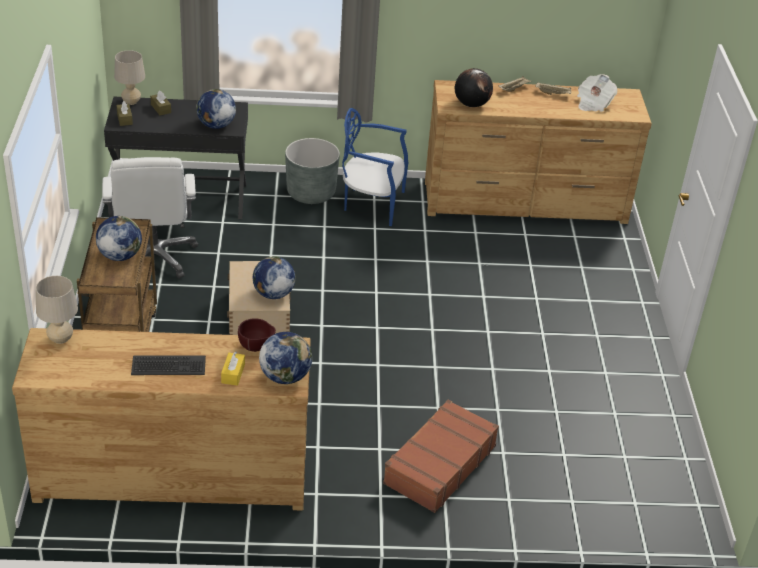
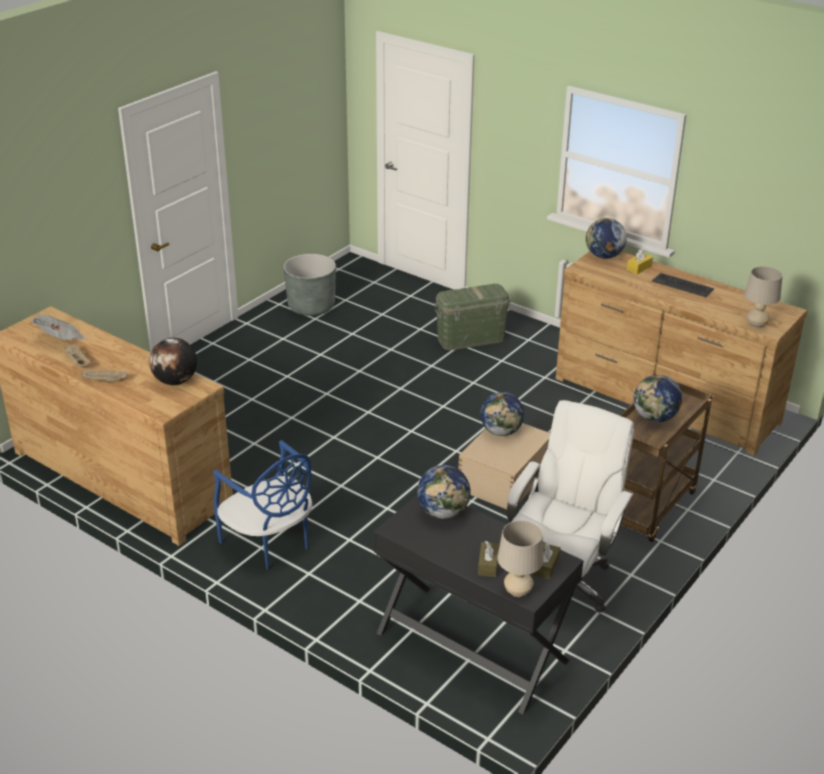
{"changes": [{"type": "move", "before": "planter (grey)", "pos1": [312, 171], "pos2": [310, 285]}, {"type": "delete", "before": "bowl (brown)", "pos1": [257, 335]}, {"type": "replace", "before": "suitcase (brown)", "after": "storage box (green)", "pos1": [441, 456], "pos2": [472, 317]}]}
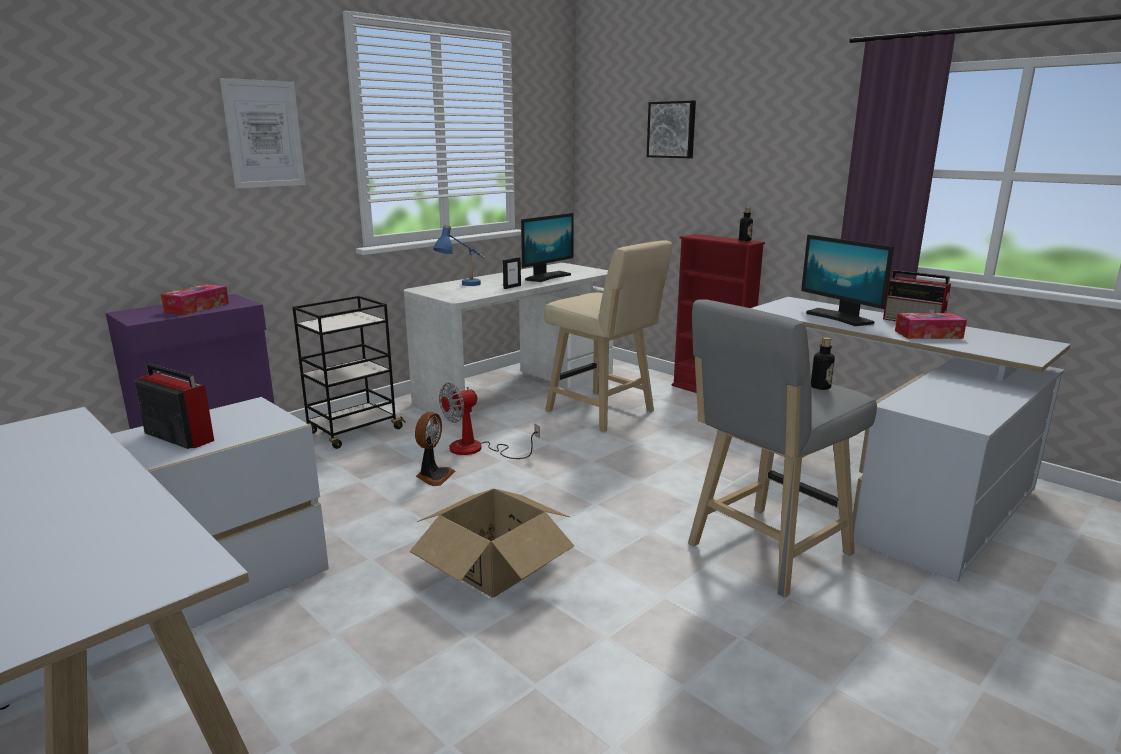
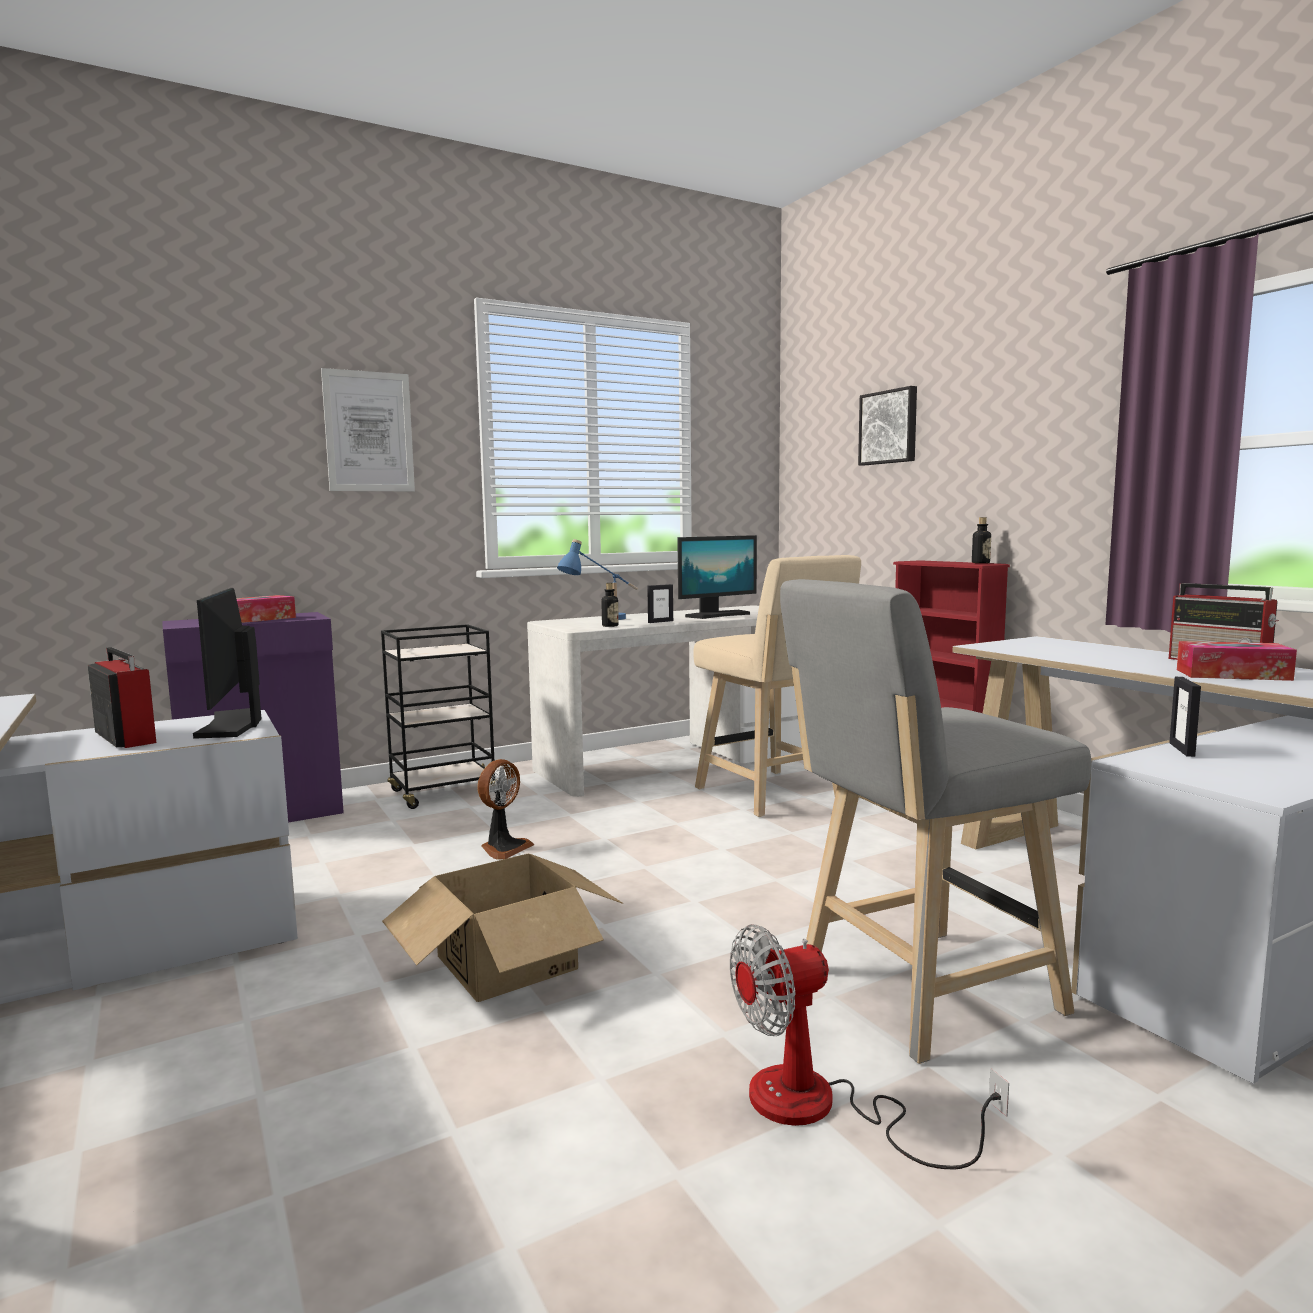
{"changes": [{"type": "move", "before": "monitor", "pos1": [847, 280], "pos2": [227, 663]}, {"type": "move", "before": "bottle", "pos1": [823, 363], "pos2": [610, 605]}, {"type": "move", "before": "fan", "pos1": [489, 421], "pos2": [869, 1046]}, {"type": "insert", "after": "picture frame", "pos2": [1185, 717]}]}
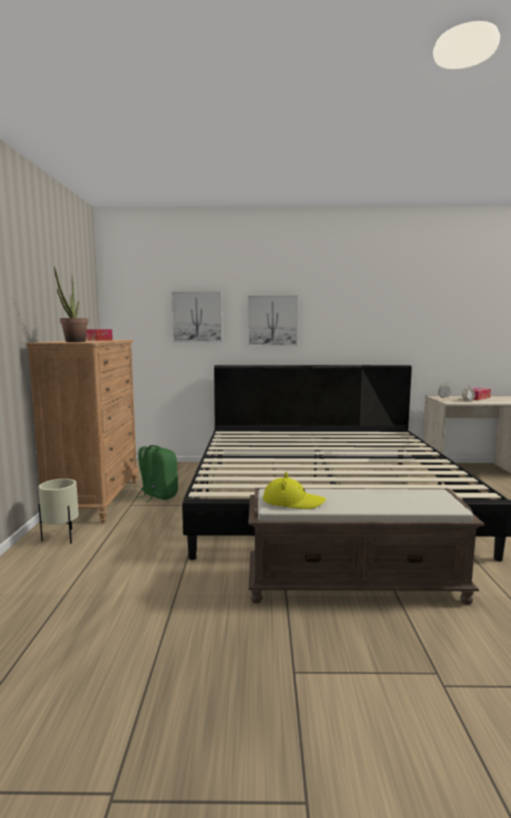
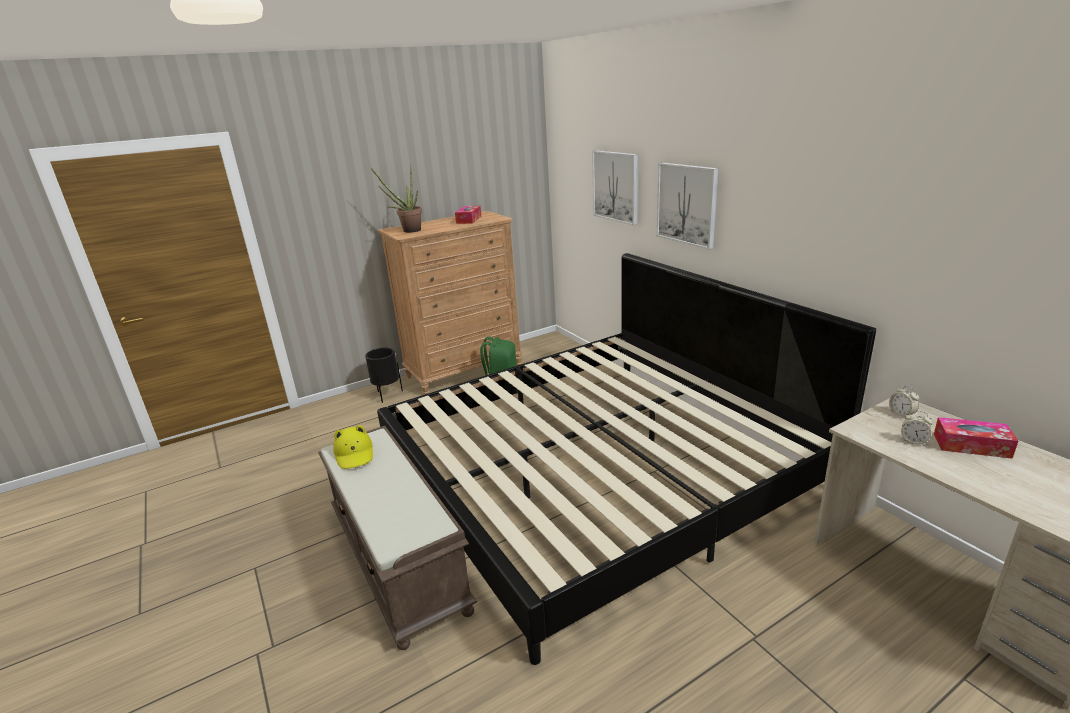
{"changes": [{"type": "recolor", "before": "planter (beige)", "after": "planter (black)", "pos1": [58, 511], "pos2": [384, 375]}]}
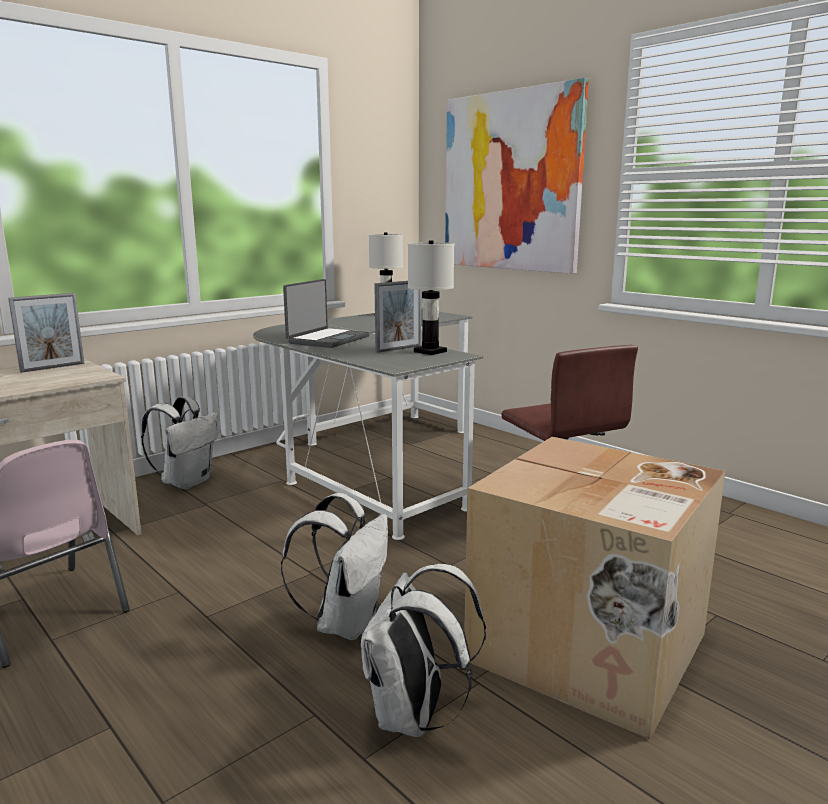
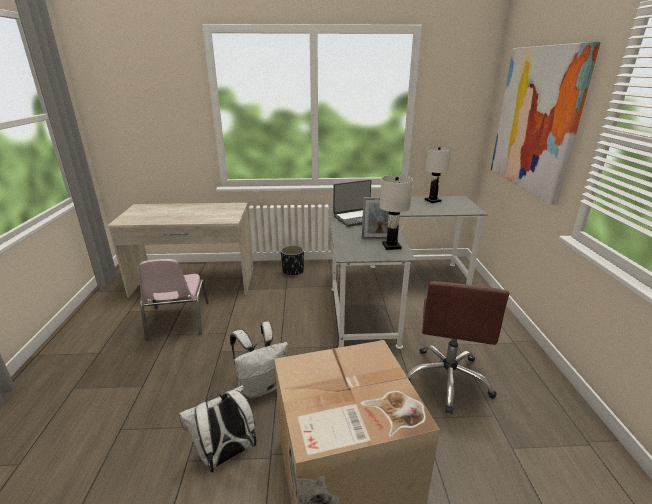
{"changes": [{"type": "delete", "before": "picture frame", "pos1": [46, 333]}, {"type": "replace", "before": "backpack (white)", "after": "planter (black)", "pos1": [180, 442], "pos2": [292, 260]}]}
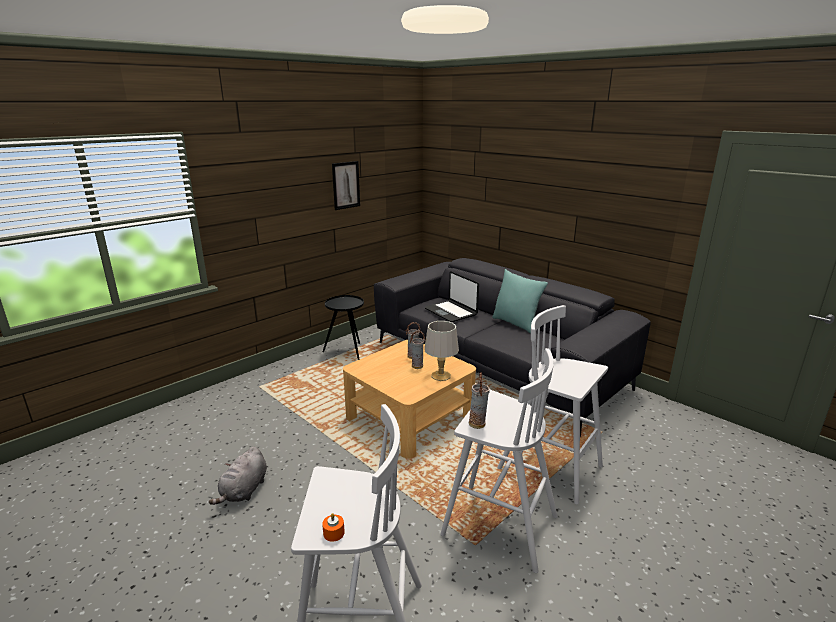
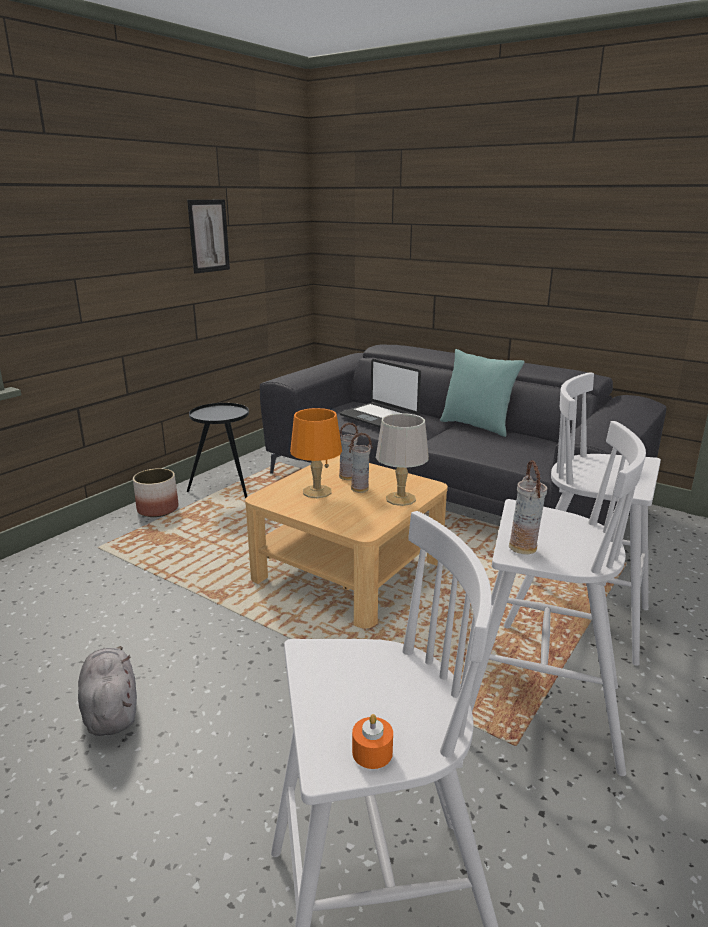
{"changes": [{"type": "rotate", "before": "plush toy (grey)", "pos1": [238, 476], "pos2": [107, 691], "turn": 150}, {"type": "insert", "after": "table lamp (orange)", "pos2": [316, 453]}, {"type": "insert", "after": "planter", "pos2": [155, 492]}]}
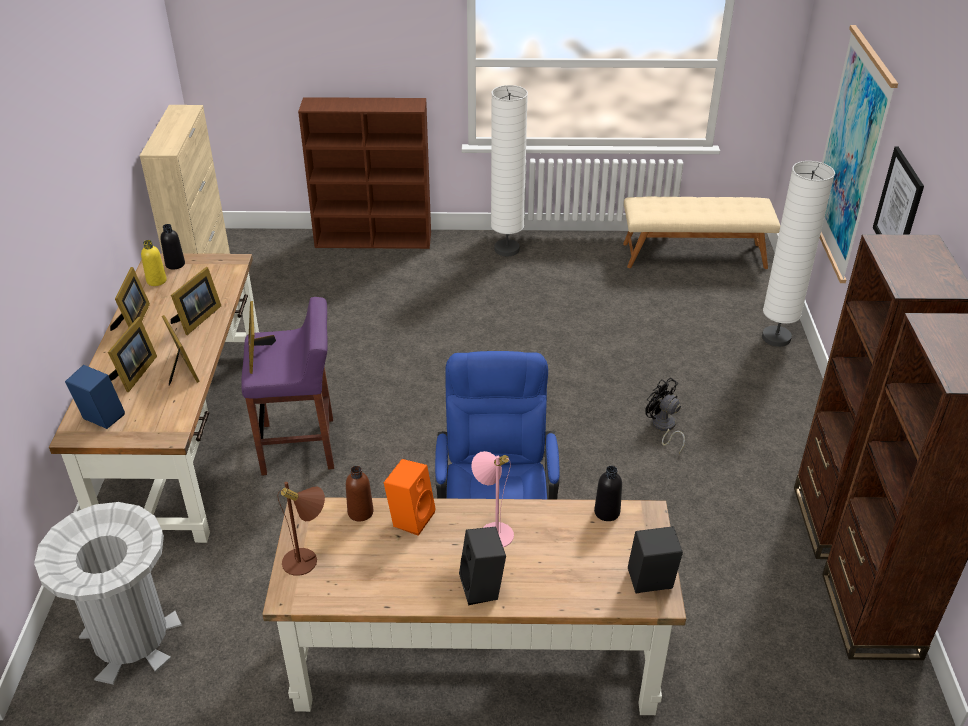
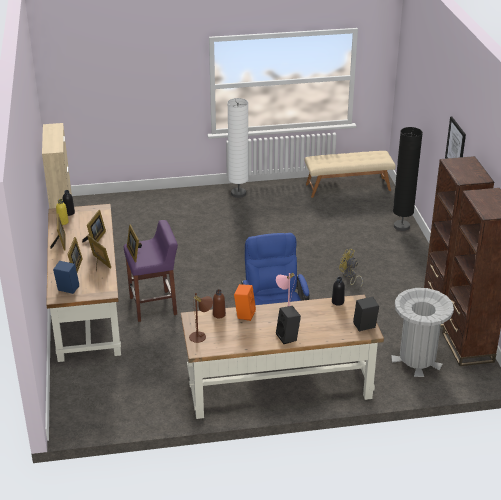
{"changes": [{"type": "delete", "before": "picture", "pos1": [859, 154]}, {"type": "delete", "before": "bookcase (brown)", "pos1": [364, 173]}, {"type": "recolor", "before": "floor lamp (white)", "after": "floor lamp (black)", "pos1": [798, 254], "pos2": [408, 179]}, {"type": "recolor", "before": "fan (black)", "after": "fan (yellow)", "pos1": [665, 415], "pos2": [351, 268]}, {"type": "move", "before": "trash can (grey)", "pos1": [108, 593], "pos2": [422, 332]}]}
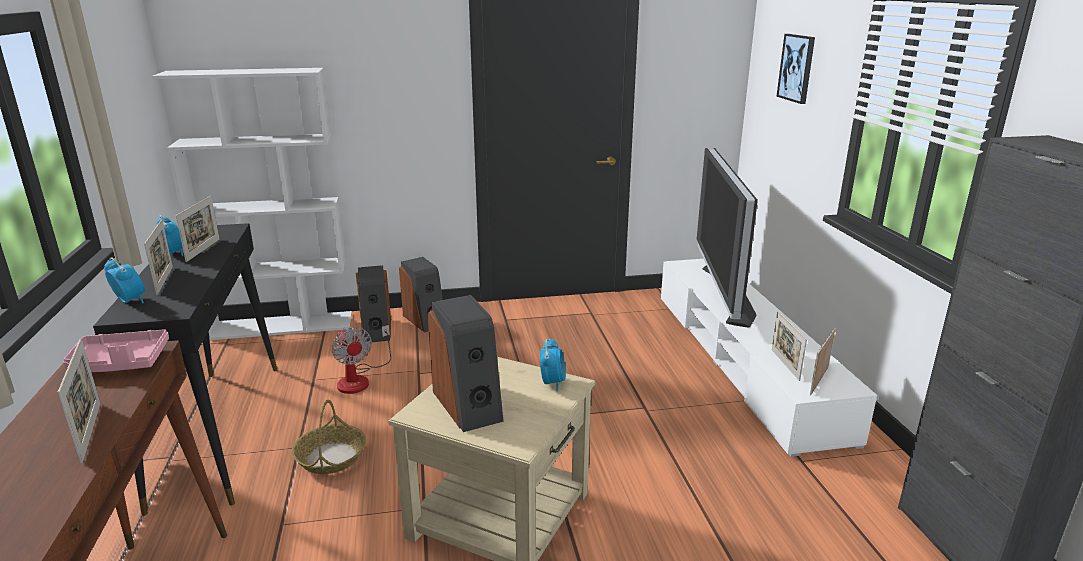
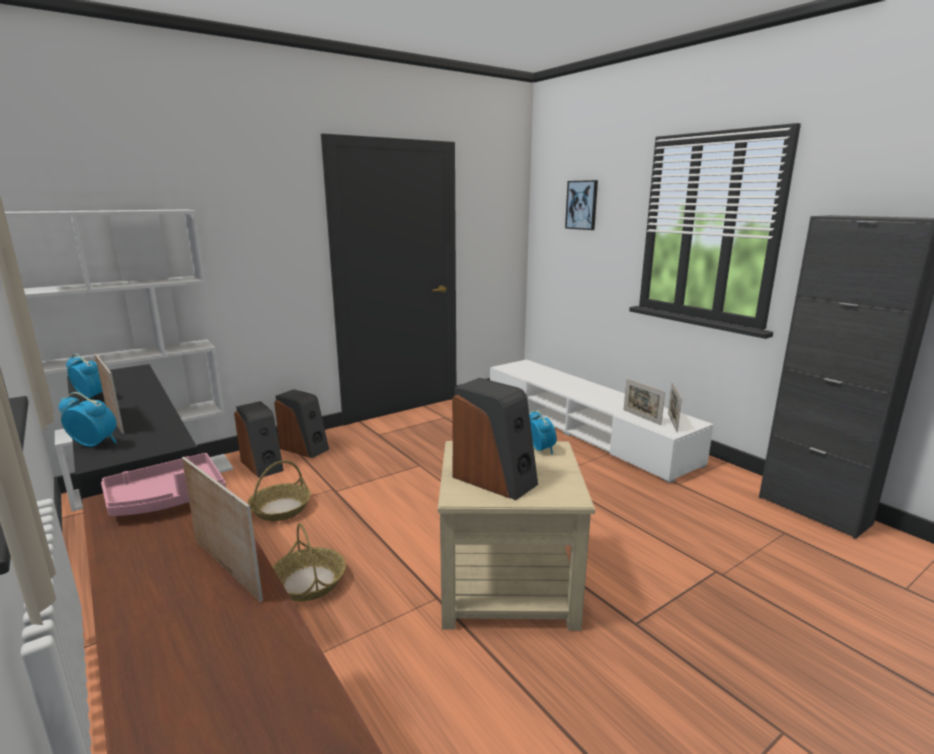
{"changes": [{"type": "delete", "before": "television", "pos1": [727, 237]}, {"type": "delete", "before": "picture frame", "pos1": [197, 229]}, {"type": "replace", "before": "fan", "after": "basket", "pos1": [361, 359], "pos2": [279, 490]}]}
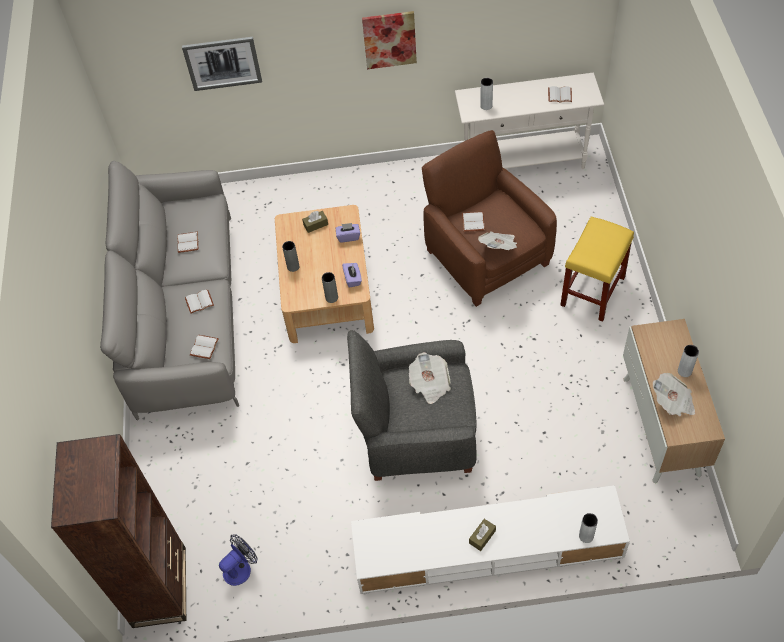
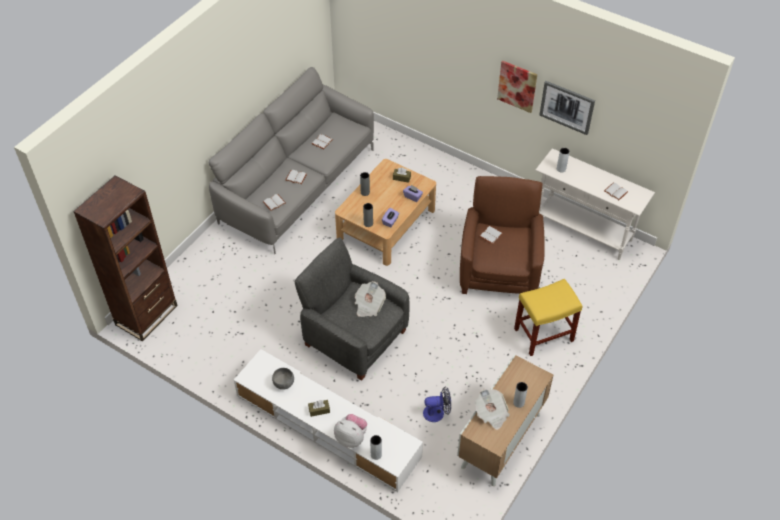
{"changes": [{"type": "move", "before": "picture", "pos1": [222, 64], "pos2": [567, 108]}, {"type": "delete", "before": "newspaper", "pos1": [497, 240]}, {"type": "move", "before": "fan", "pos1": [238, 560], "pos2": [437, 404]}, {"type": "insert", "after": "bowl (grey)", "pos2": [283, 379]}, {"type": "insert", "after": "plush toy", "pos2": [350, 431]}]}
